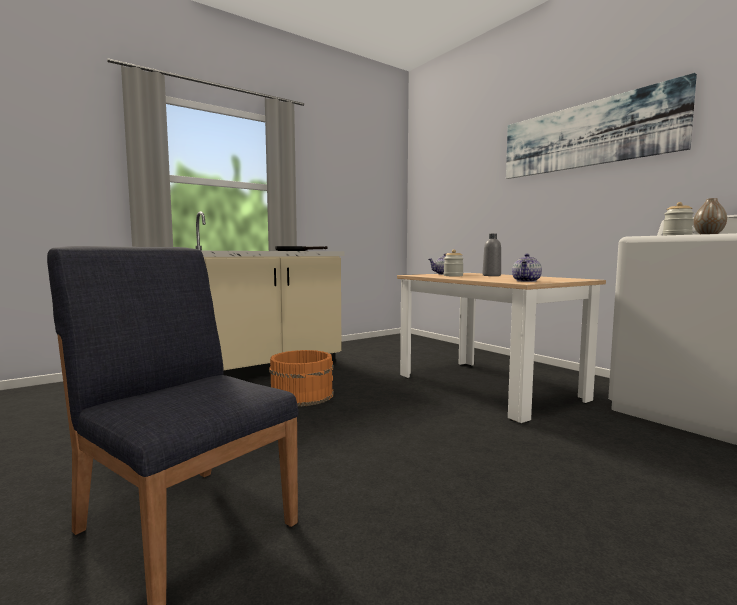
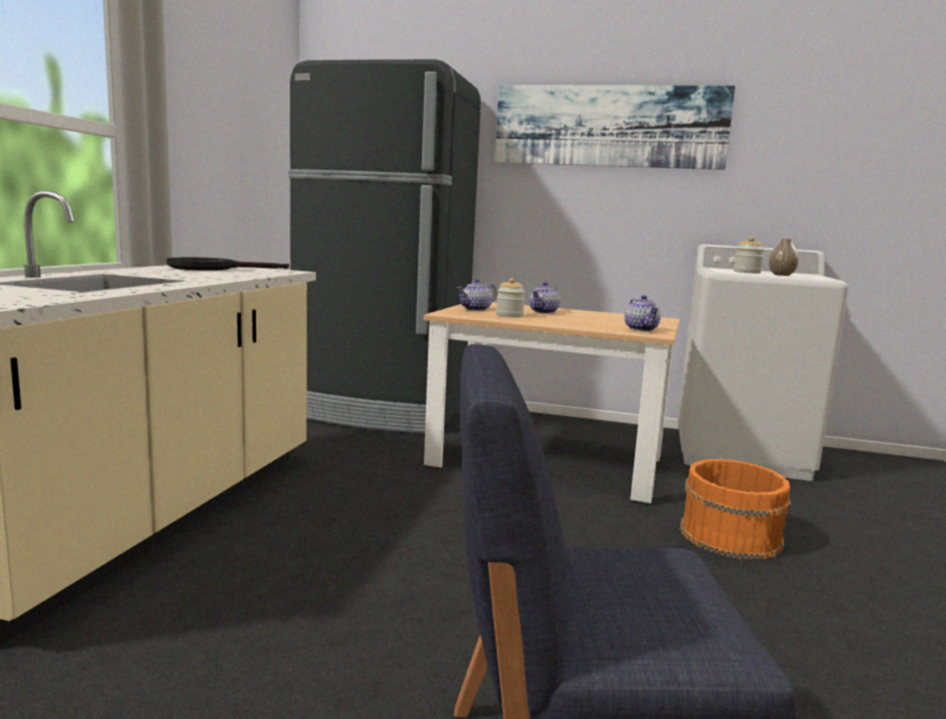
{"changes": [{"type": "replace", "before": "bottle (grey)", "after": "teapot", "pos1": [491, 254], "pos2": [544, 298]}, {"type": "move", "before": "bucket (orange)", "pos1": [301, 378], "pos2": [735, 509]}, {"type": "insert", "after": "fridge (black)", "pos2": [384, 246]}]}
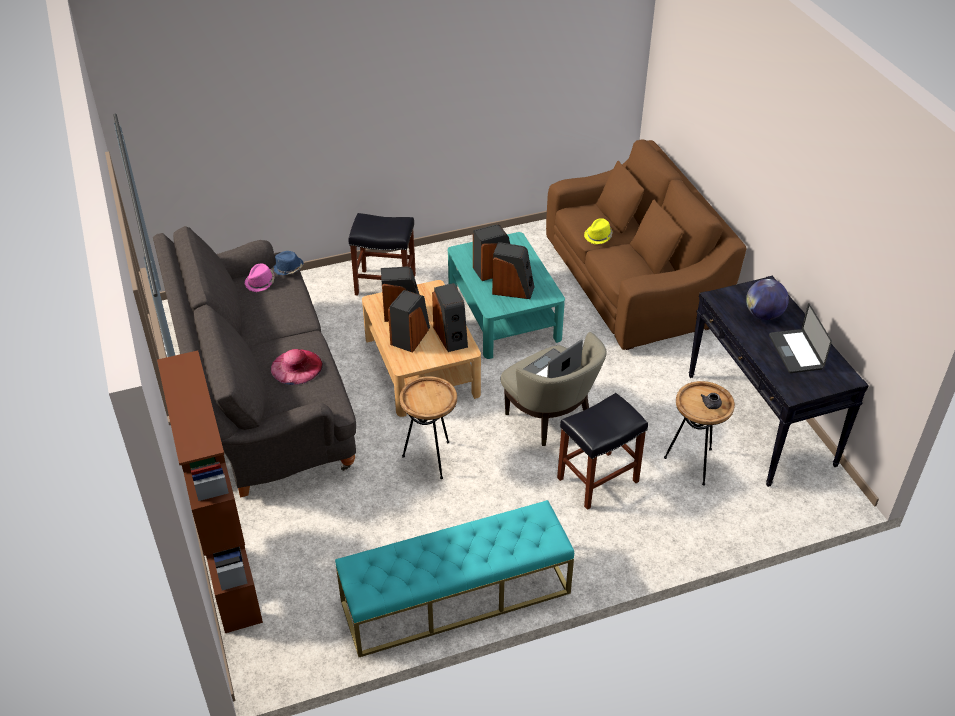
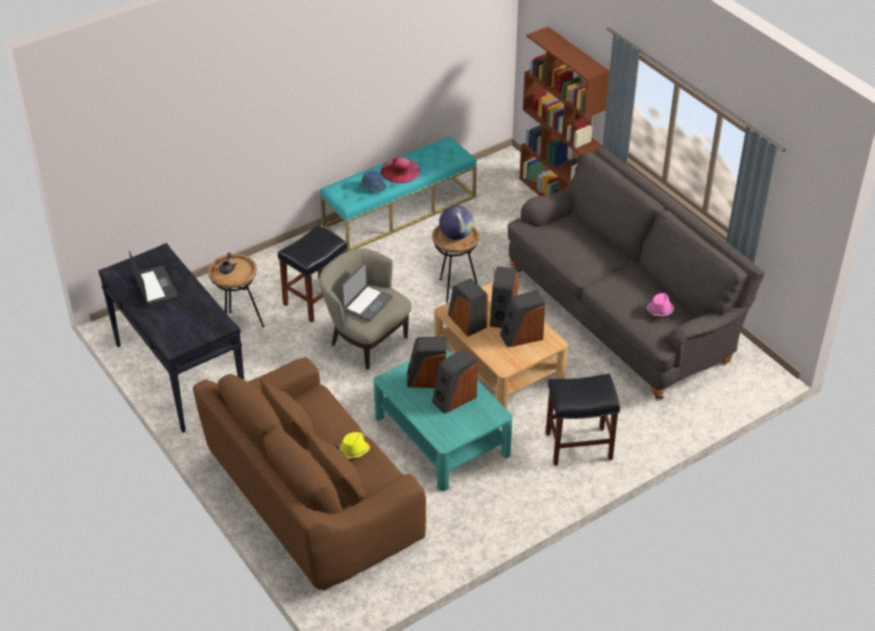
{"changes": [{"type": "move", "before": "hat (blue)", "pos1": [288, 263], "pos2": [372, 181]}, {"type": "move", "before": "globe", "pos1": [767, 299], "pos2": [456, 222]}, {"type": "move", "before": "hat (pink)", "pos1": [297, 367], "pos2": [401, 170]}]}
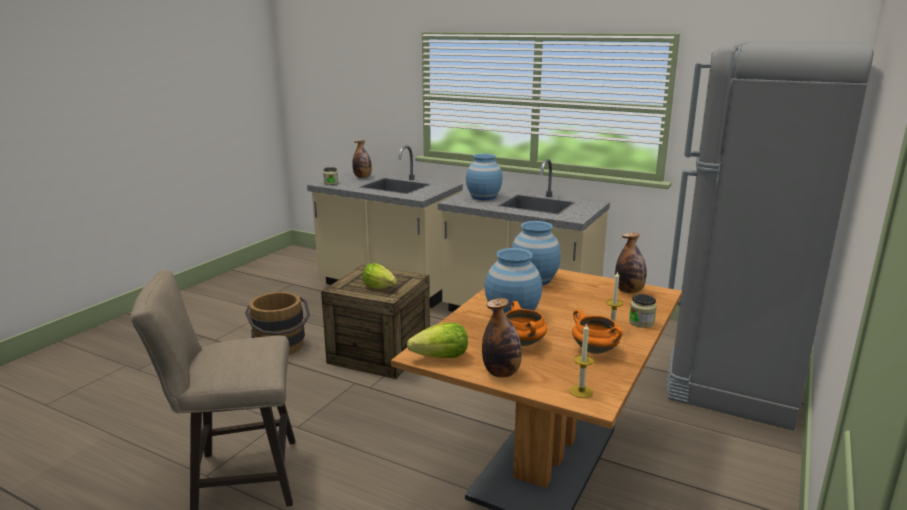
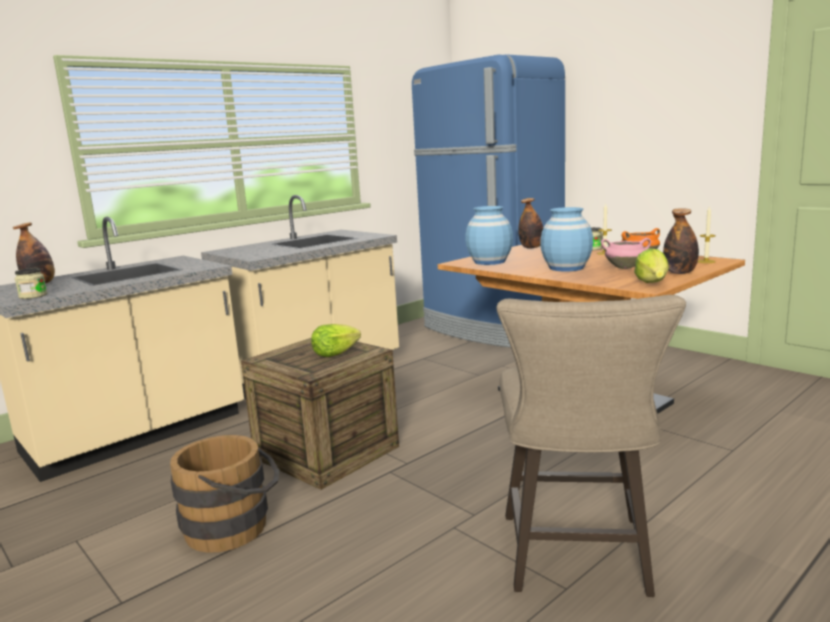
{"changes": [{"type": "recolor", "before": "fridge (grey)", "after": "fridge (blue)", "pos1": [770, 235], "pos2": [488, 200]}, {"type": "delete", "before": "vase (blue)", "pos1": [484, 177]}, {"type": "recolor", "before": "cooking pot (orange)", "after": "cooking pot (pink)", "pos1": [526, 323], "pos2": [626, 253]}]}
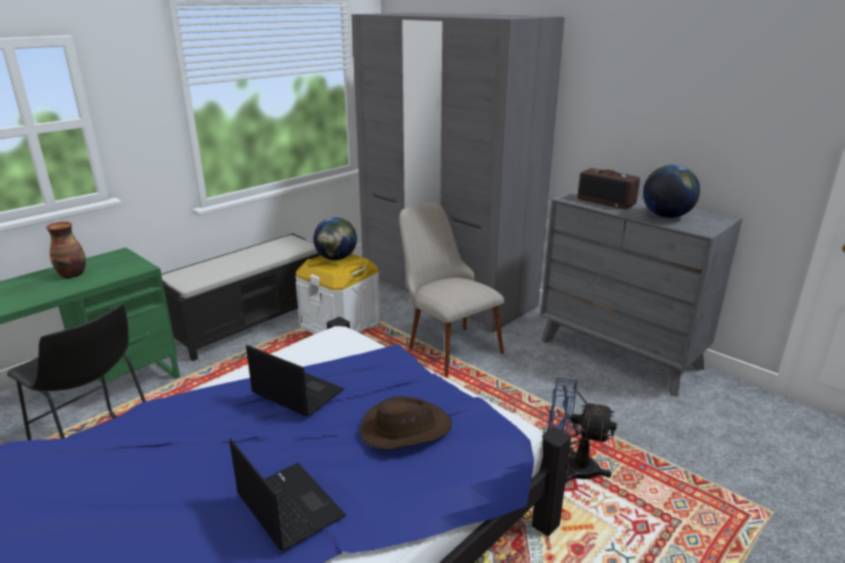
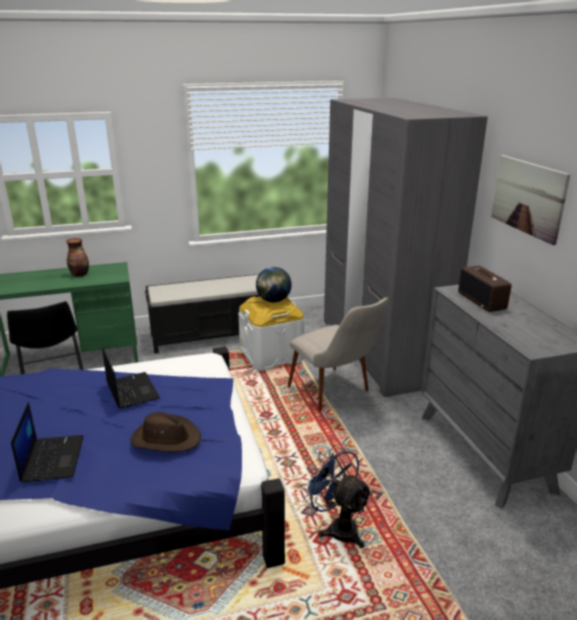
{"changes": [{"type": "delete", "before": "globe", "pos1": [671, 191]}, {"type": "rotate", "before": "chair (beige)", "pos1": [451, 289], "pos2": [338, 354], "turn": 150}, {"type": "insert", "after": "picture", "pos2": [531, 200]}]}
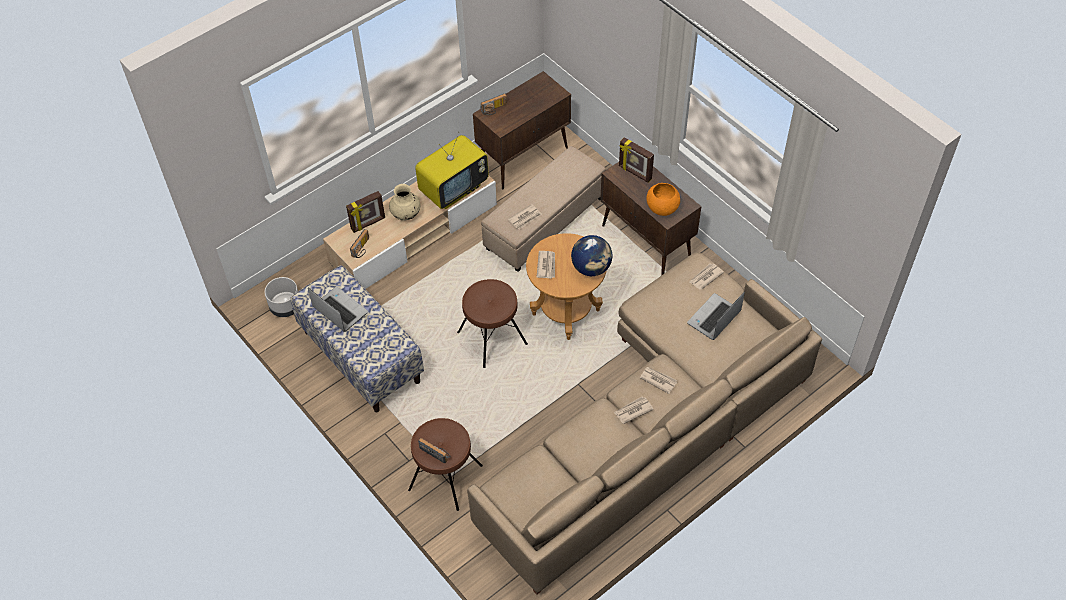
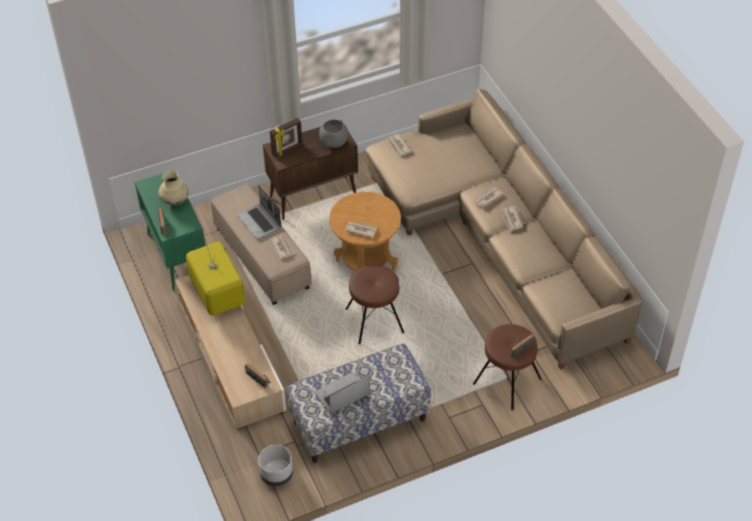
{"changes": [{"type": "recolor", "before": "cabinet (brown)", "after": "cabinet (green)", "pos1": [522, 130], "pos2": [170, 230]}, {"type": "recolor", "before": "bowl (orange)", "after": "bowl (grey)", "pos1": [663, 199], "pos2": [333, 134]}, {"type": "move", "before": "vase (beige)", "pos1": [404, 202], "pos2": [174, 187]}, {"type": "delete", "before": "picture frame", "pos1": [365, 212]}, {"type": "delete", "before": "globe", "pos1": [592, 255]}, {"type": "move", "before": "laptop", "pos1": [716, 316], "pos2": [259, 212]}]}
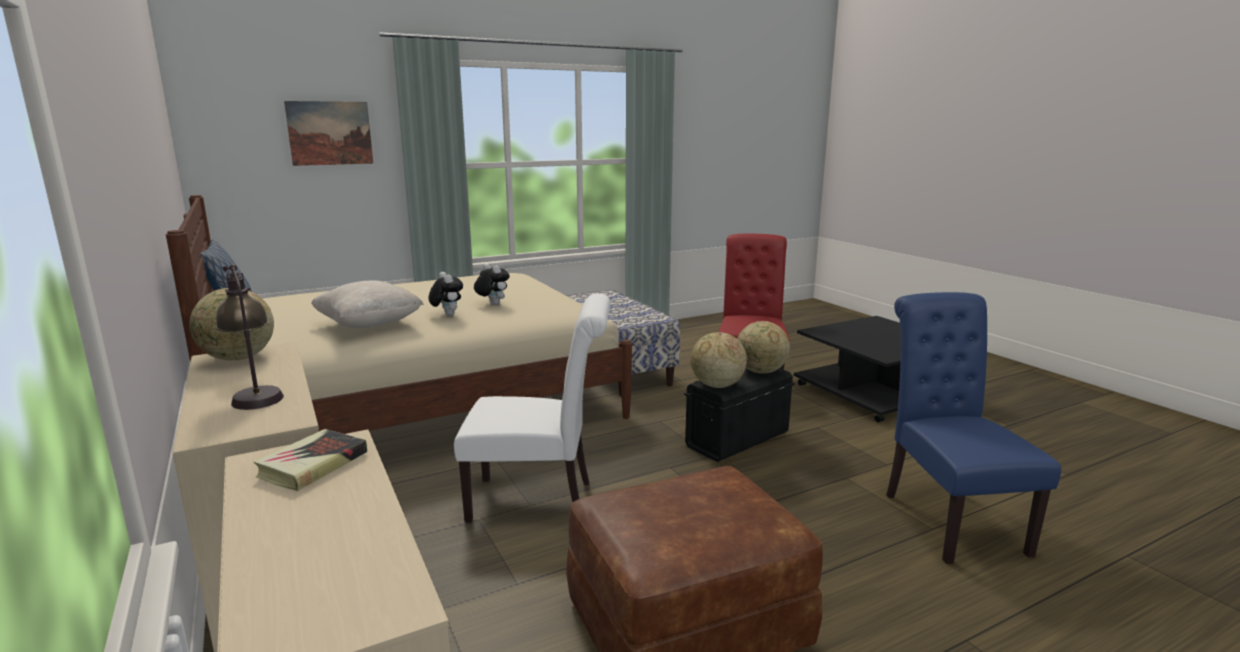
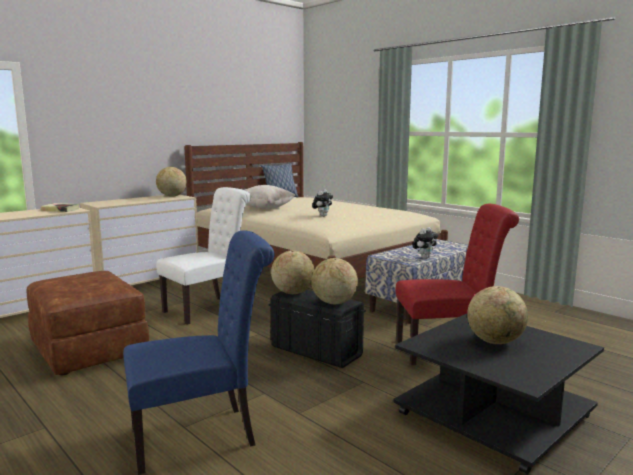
{"changes": [{"type": "delete", "before": "picture", "pos1": [328, 133]}, {"type": "delete", "before": "table lamp", "pos1": [250, 337]}, {"type": "move", "before": "plush toy", "pos1": [446, 294], "pos2": [425, 243]}, {"type": "rotate", "before": "chair (white)", "pos1": [532, 408], "pos2": [203, 256], "turn": -120}, {"type": "insert", "after": "globe", "pos2": [497, 315]}]}
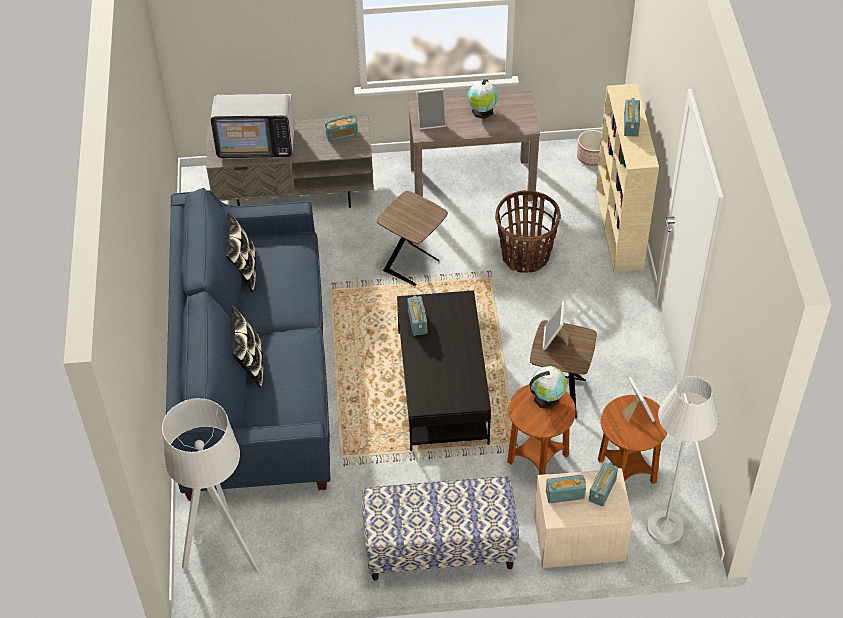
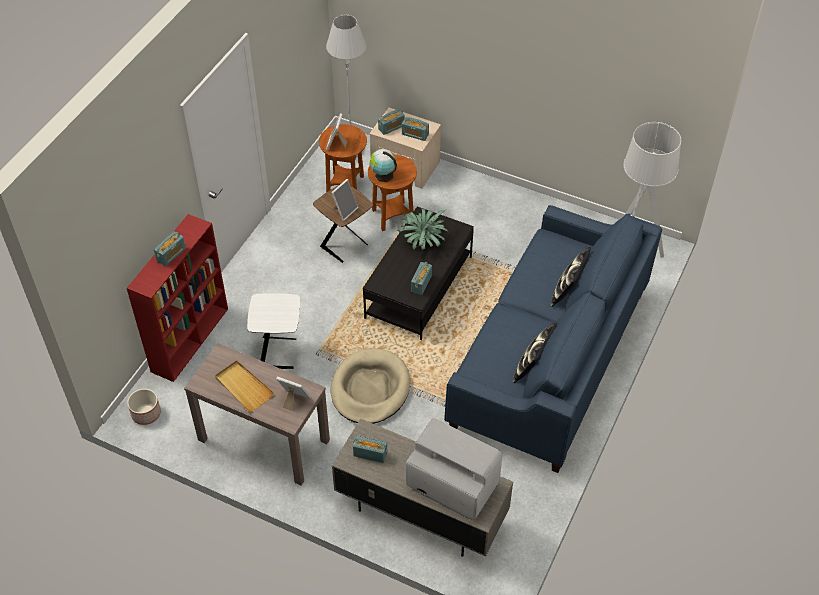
{"changes": [{"type": "replace", "before": "globe", "after": "tray (beige)", "pos1": [482, 99], "pos2": [244, 386]}, {"type": "recolor", "before": "bookcase (beige)", "after": "bookcase (red)", "pos1": [627, 178], "pos2": [177, 298]}, {"type": "replace", "before": "basket", "after": "side table (white)", "pos1": [528, 231], "pos2": [273, 331]}, {"type": "replace", "before": "side table (brown)", "after": "dog bed (beige)", "pos1": [412, 238], "pos2": [370, 386]}, {"type": "delete", "before": "bench", "pos1": [440, 528]}, {"type": "insert", "after": "potted plant", "pos2": [422, 229]}]}
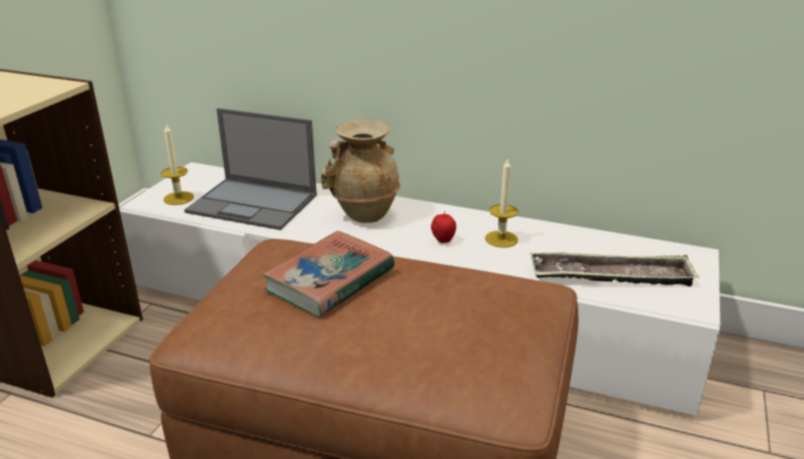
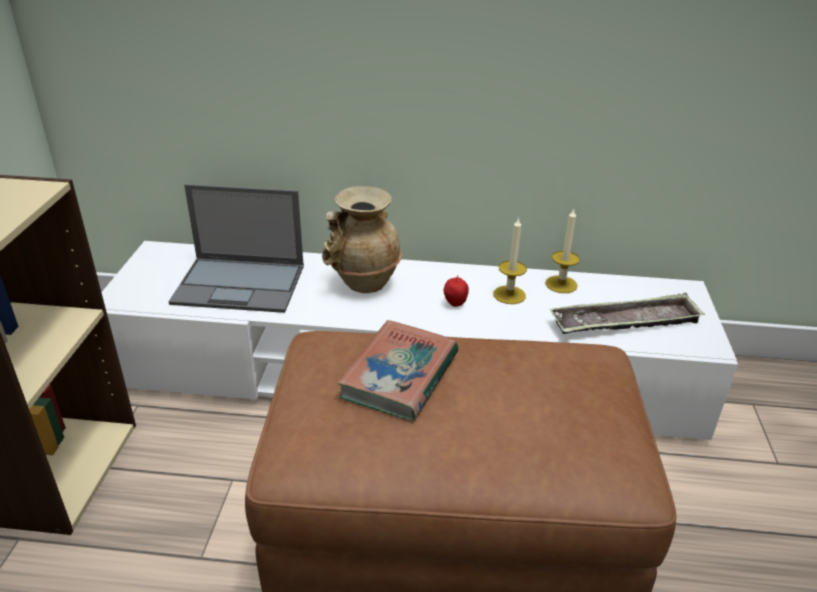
{"changes": [{"type": "move", "before": "candle", "pos1": [177, 164], "pos2": [562, 251]}]}
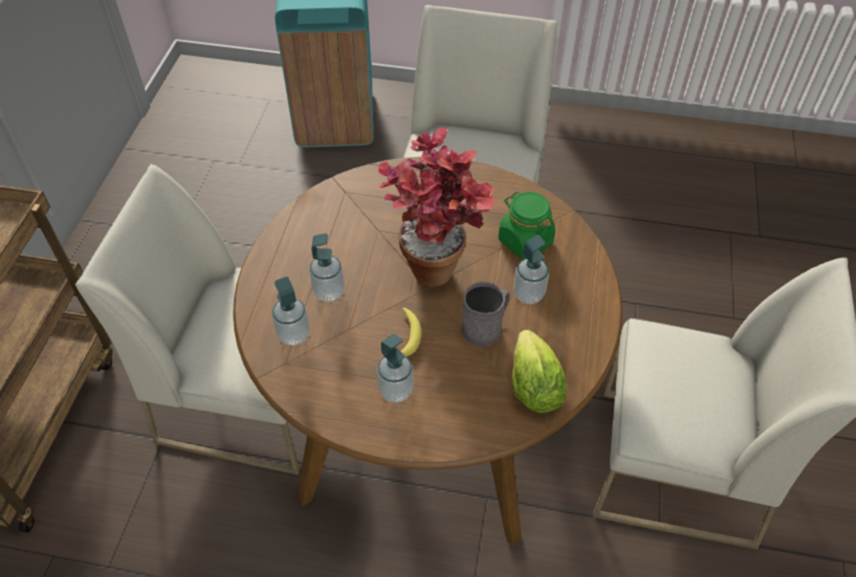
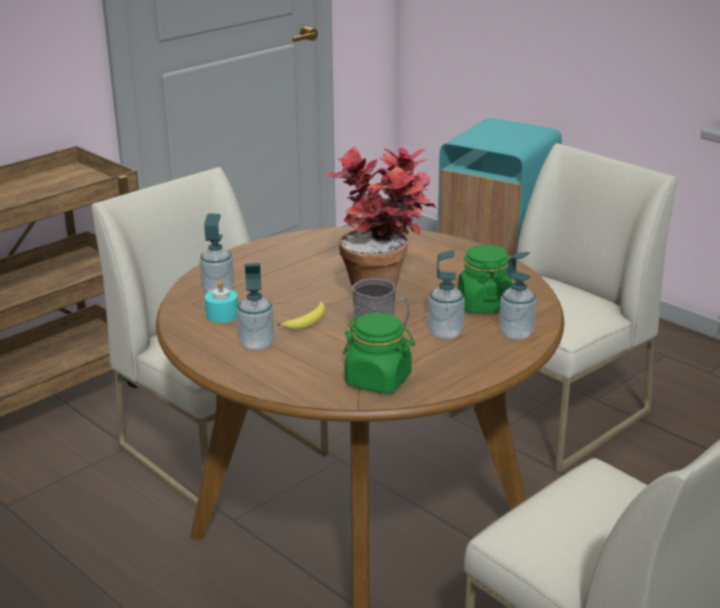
{"changes": [{"type": "move", "before": "soap dispenser", "pos1": [327, 267], "pos2": [518, 296]}, {"type": "replace", "before": "lettuce", "after": "jar (green)", "pos1": [539, 371], "pos2": [379, 353]}, {"type": "insert", "after": "candle (turquoise)", "pos2": [221, 301]}]}
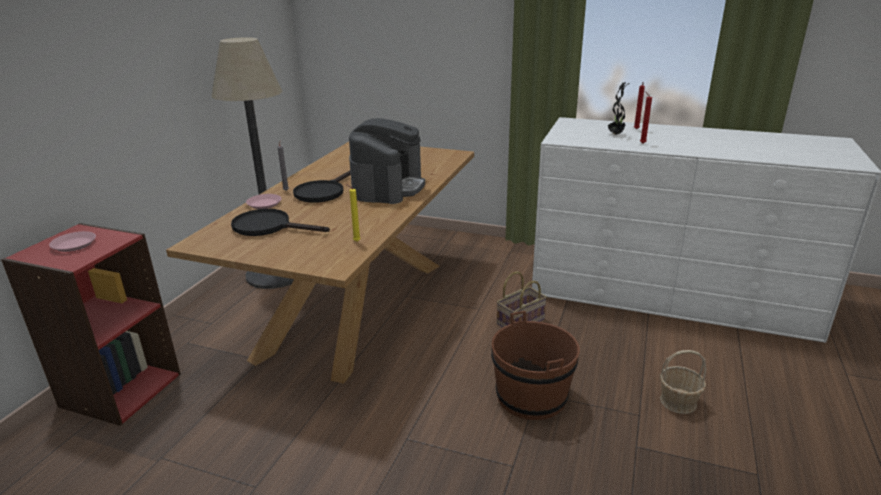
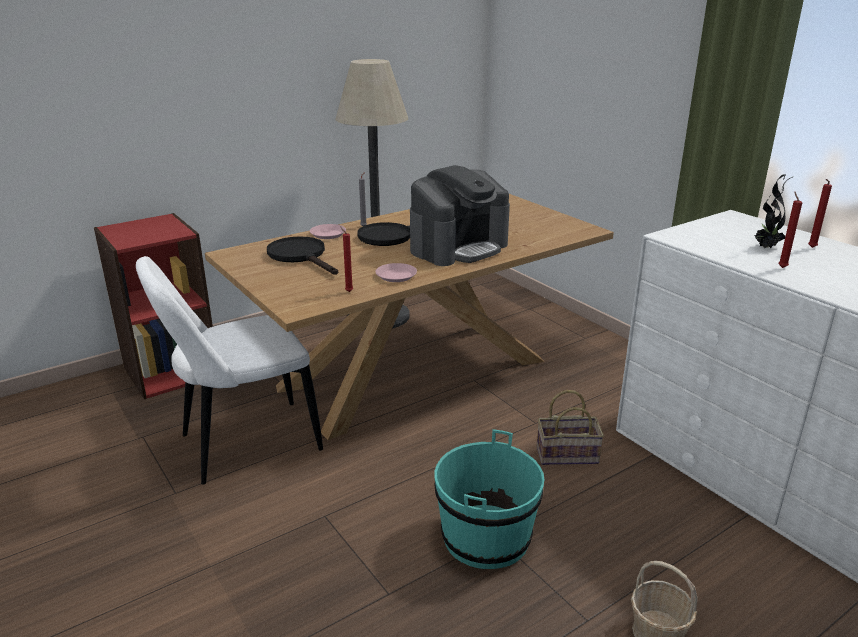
{"changes": [{"type": "recolor", "before": "candle (yellow)", "after": "candle (red)", "pos1": [353, 212], "pos2": [346, 259]}, {"type": "move", "before": "plate (pink)", "pos1": [72, 241], "pos2": [396, 272]}, {"type": "recolor", "before": "bucket (brown)", "after": "bucket (turquoise)", "pos1": [535, 365], "pos2": [489, 499]}, {"type": "insert", "after": "chair (white)", "pos2": [229, 370]}]}
